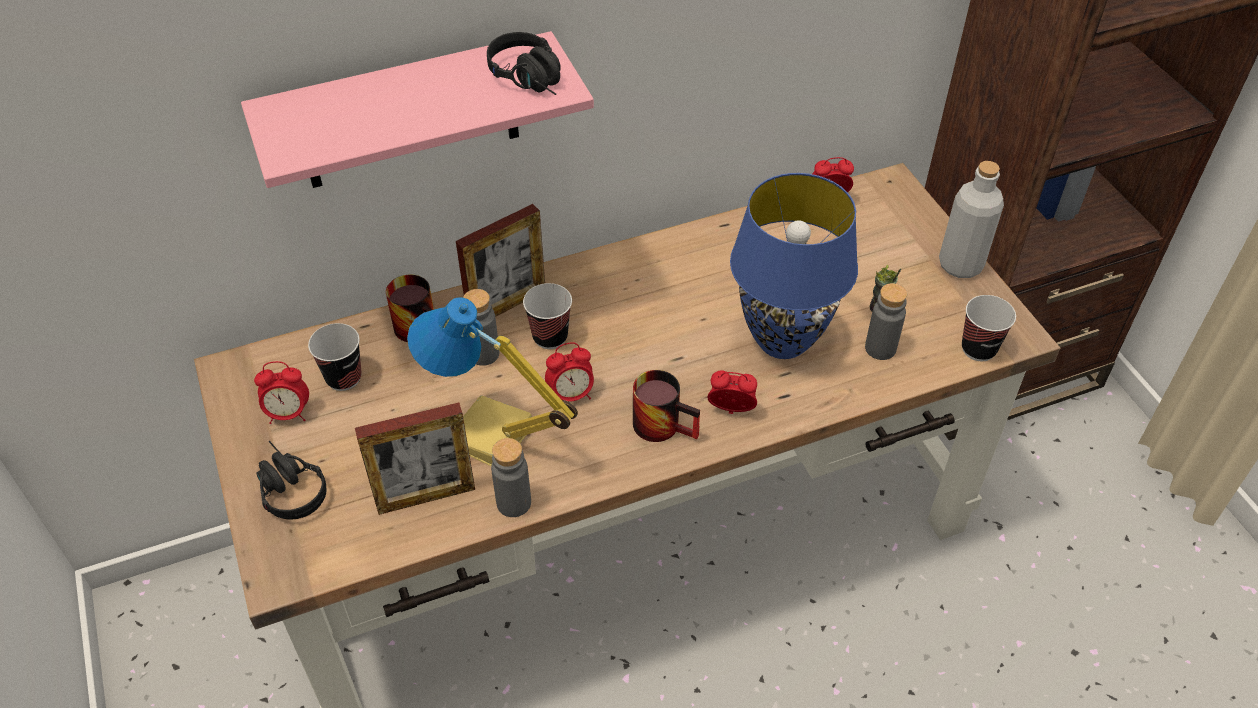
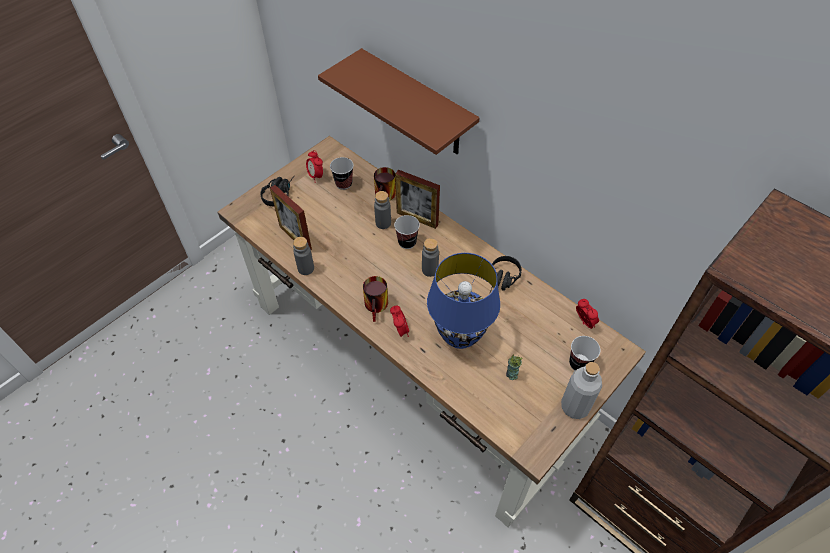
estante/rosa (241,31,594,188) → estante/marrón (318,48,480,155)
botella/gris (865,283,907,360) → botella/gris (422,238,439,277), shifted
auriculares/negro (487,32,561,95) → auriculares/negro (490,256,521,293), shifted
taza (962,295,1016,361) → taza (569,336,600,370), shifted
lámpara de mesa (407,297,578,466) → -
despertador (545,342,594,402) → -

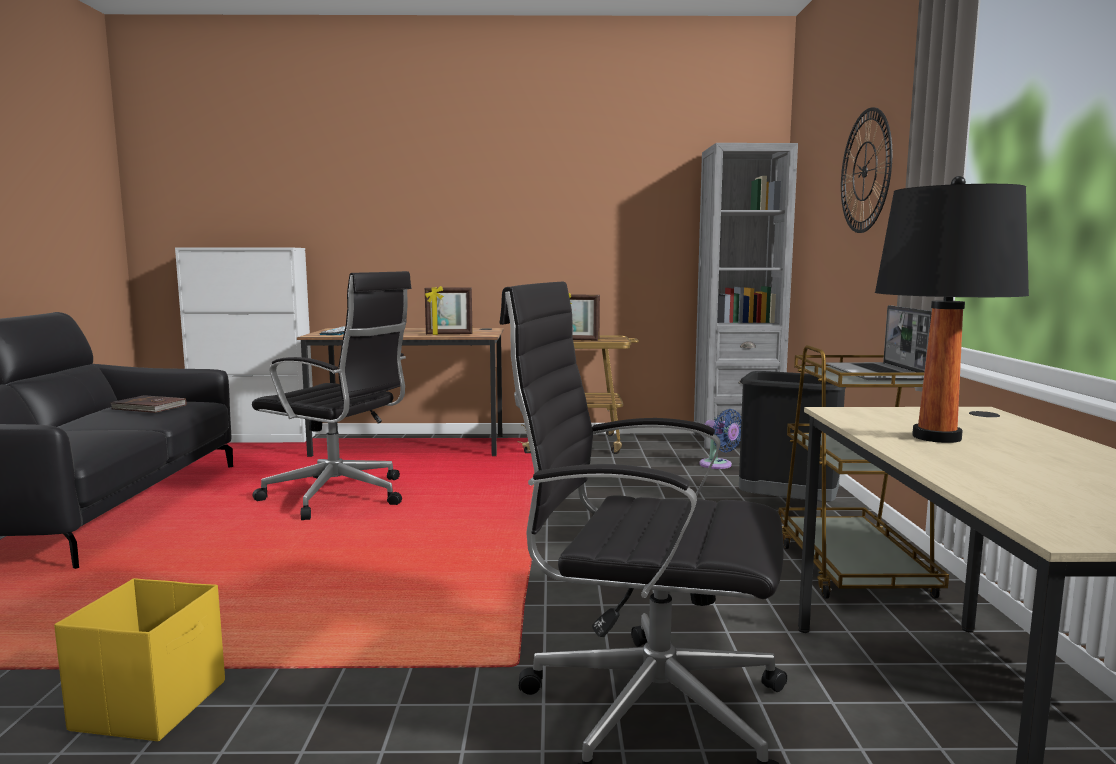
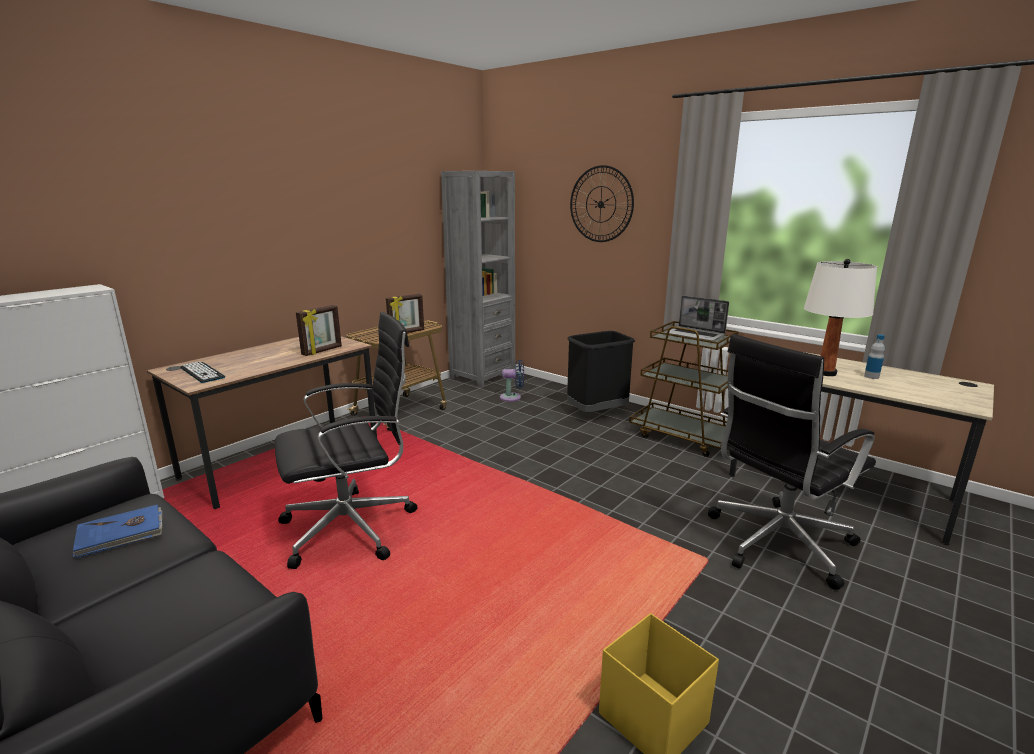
libro/marrón (111,395,186,413) → libro/azul (73,504,162,559)
lámpara de mesa/negro (875,176,1029,443) → lámpara de mesa/blanco (804,259,877,376)
- → botella (864,334,885,379)

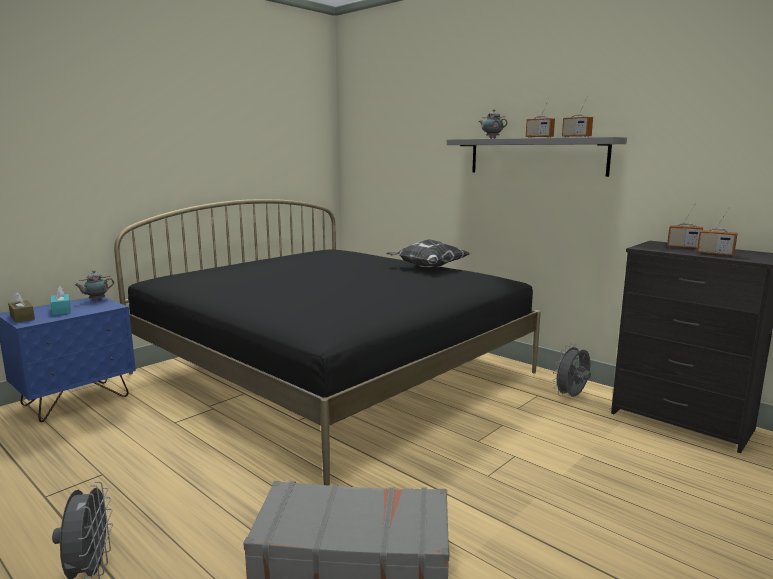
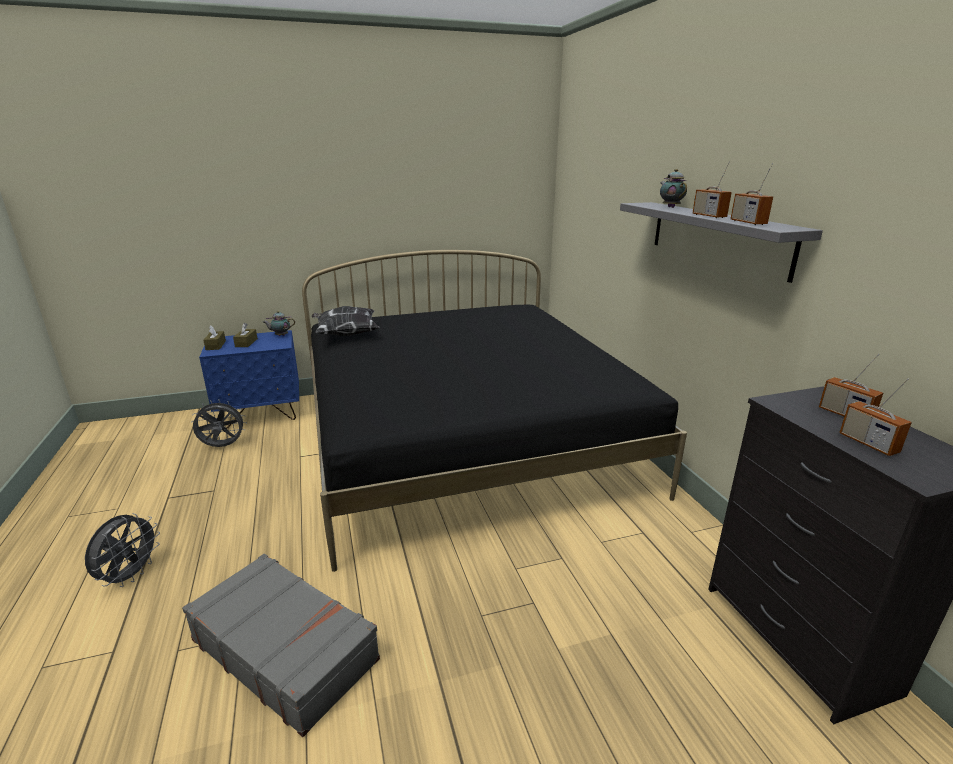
ventilador/gris (552,343,591,397) → ventilador/gris (191,399,247,447), shifted
caja de pañuelos/turquesa (50,285,71,315) → caja de pañuelos/marrón (233,323,258,347)
cojín (386,239,470,268) → cojín (312,306,379,336), shifted

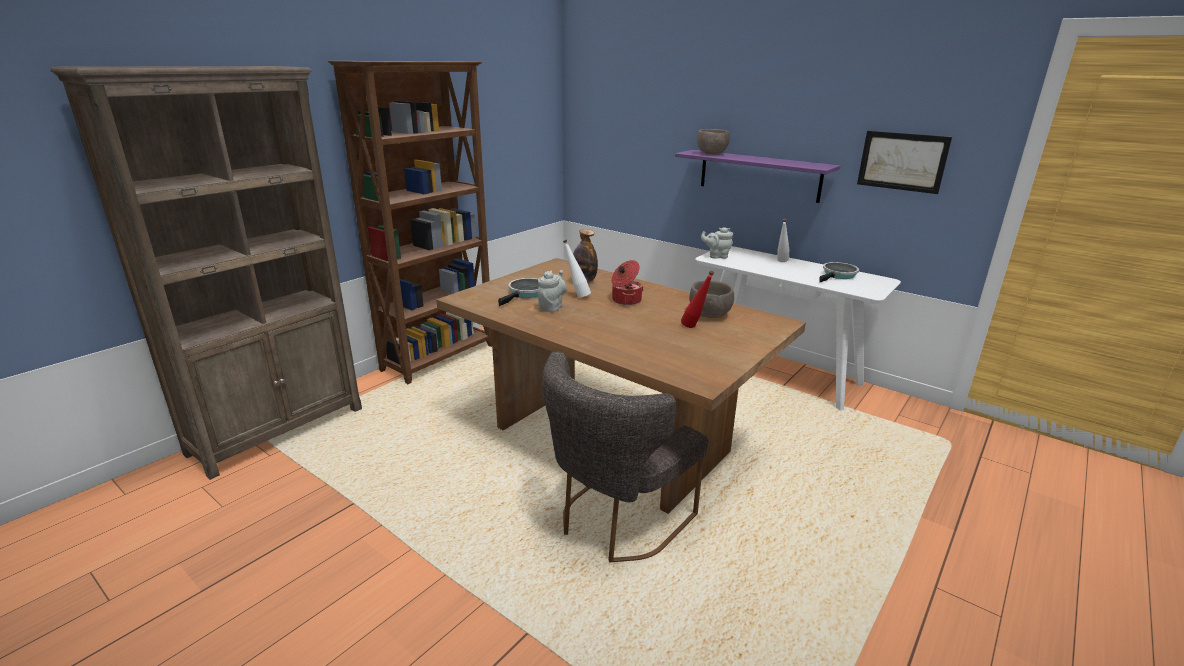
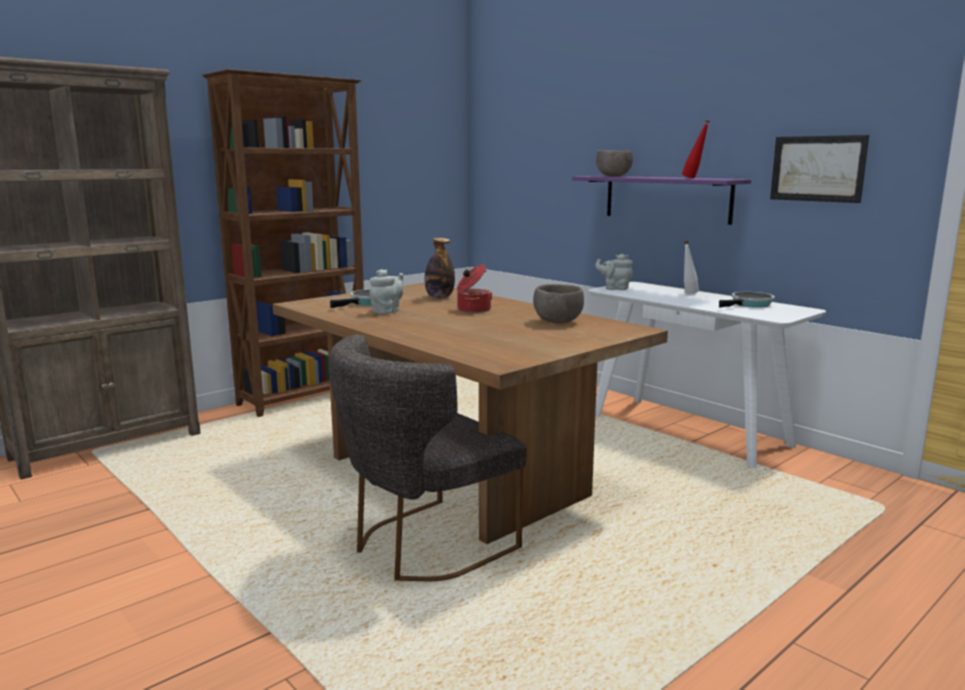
botella/rojo (681,271,714,328) → botella/rojo (682,119,710,178), shifted
botella/blanco (563,240,591,298) → -

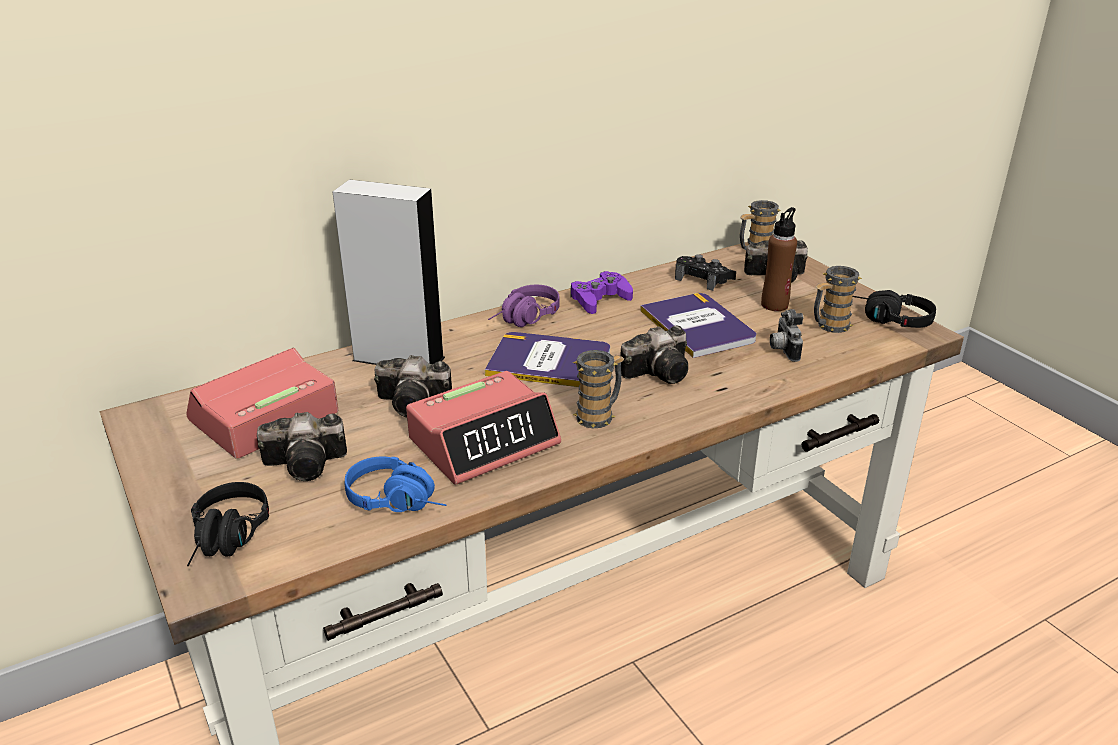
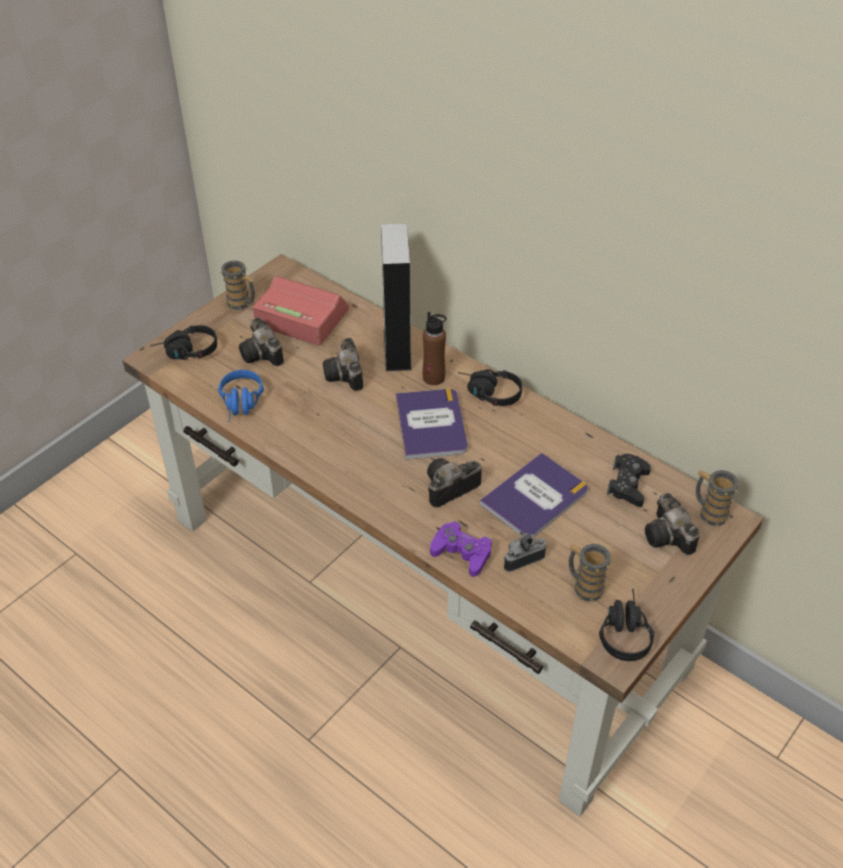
taza grande (573,350,624,428) → taza grande (219,261,255,310), shifted
botella/marrón (761,207,797,311) → botella/marrón (423,312,447,385), shifted
cámara (621,326,688,384) → cámara (427,458,482,508), 105 degrees clockwise
mando de consola/morado (571,271,633,314) → mando de consola/morado (430,521,492,577), shifted
auriculares/morado (488,285,560,327) → auriculares/negro (458,369,522,406)
despertador (406,371,561,485) → -

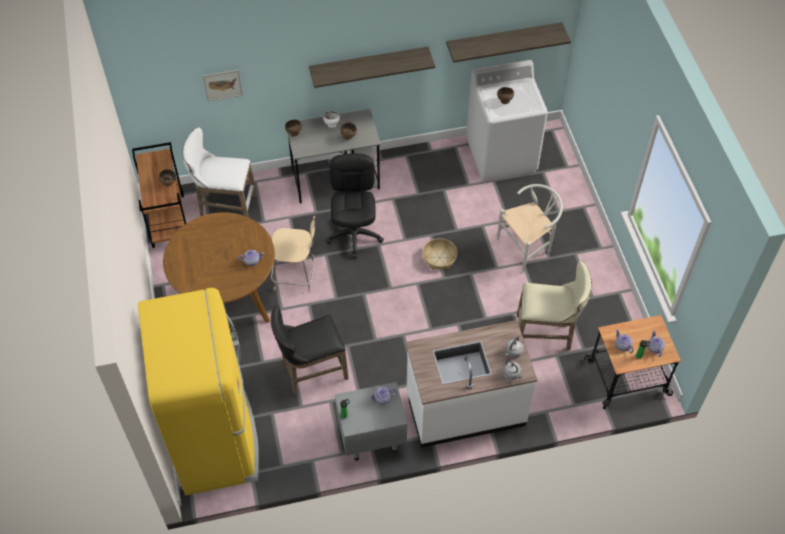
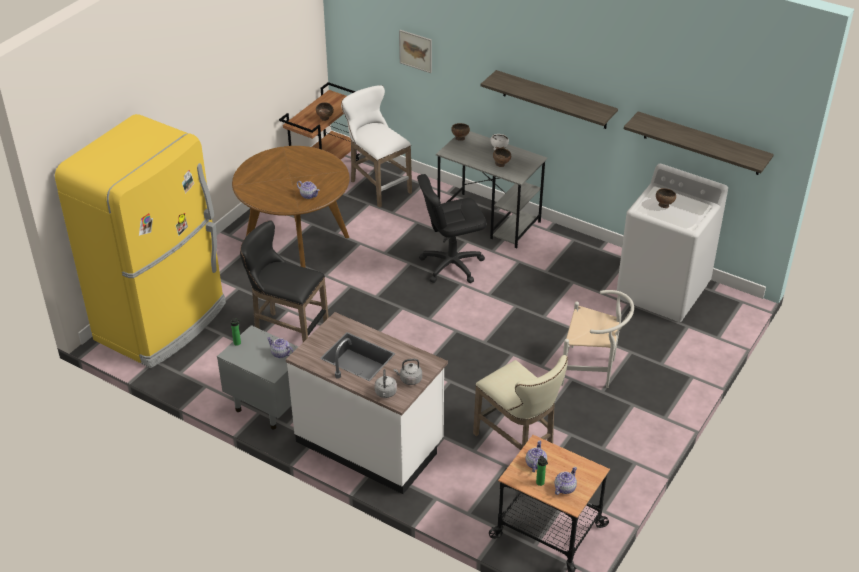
silla de oficina/negro (325,153,384,259) → silla de oficina/negro (417,174,487,283), 150 degrees counterclockwise
silla/beis (271,215,315,292) → -
cesta (423,238,458,269) → -

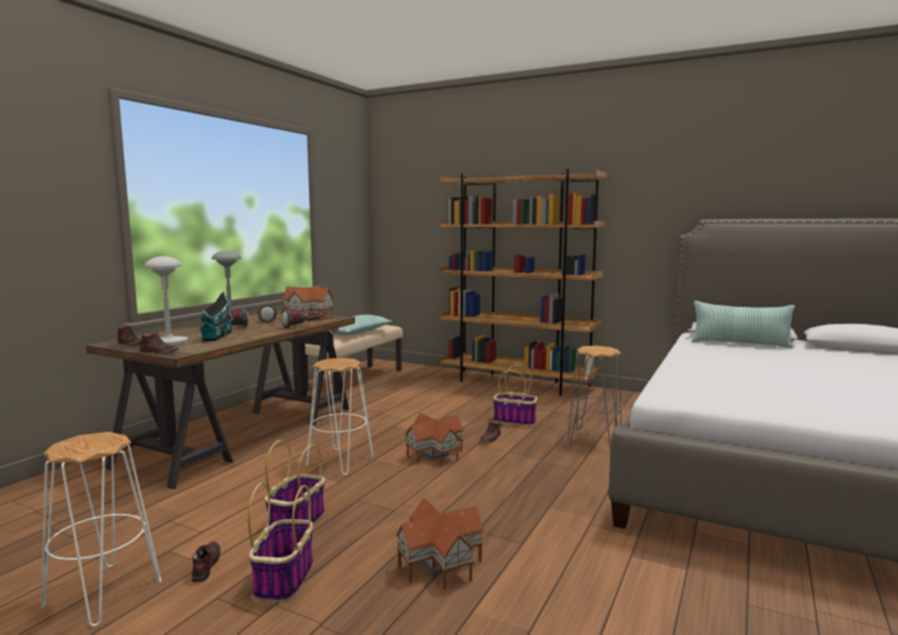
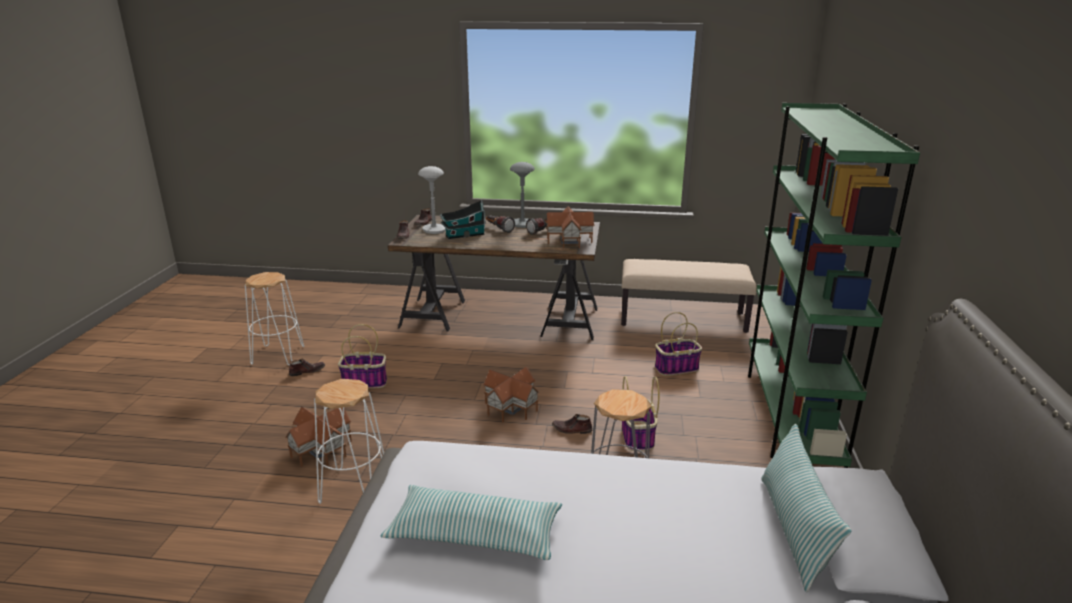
taburete/blanco (306,358,374,475) → taburete/blanco (314,379,384,504), shifted
cojín (336,315,392,335) → cojín (381,485,562,560), shifted
cesta (248,483,313,602) → cesta (655,312,702,376), shifted
estantería/marrón (439,169,607,396) → estantería/verde (748,103,920,468)
linterna (281,309,323,328) → -

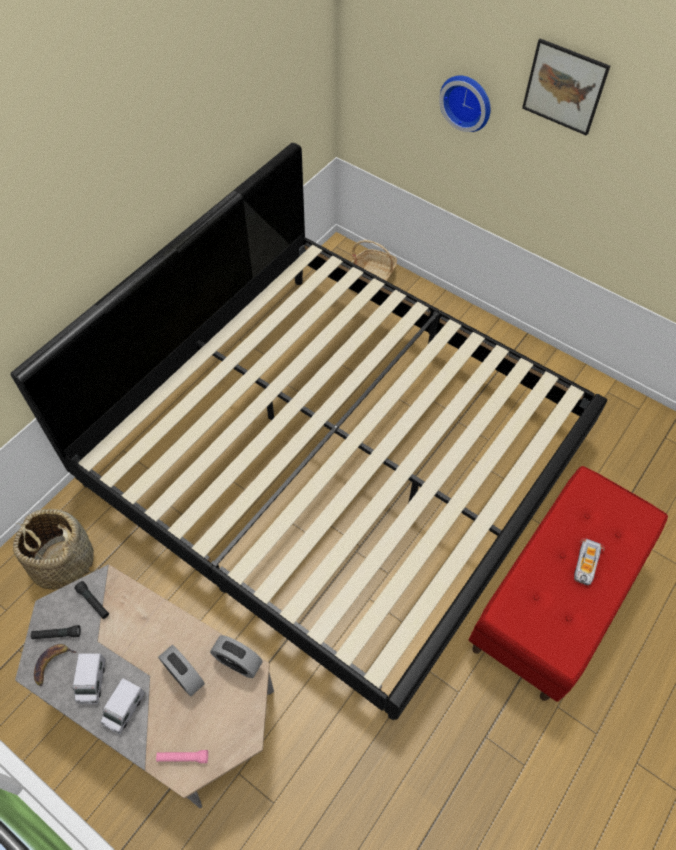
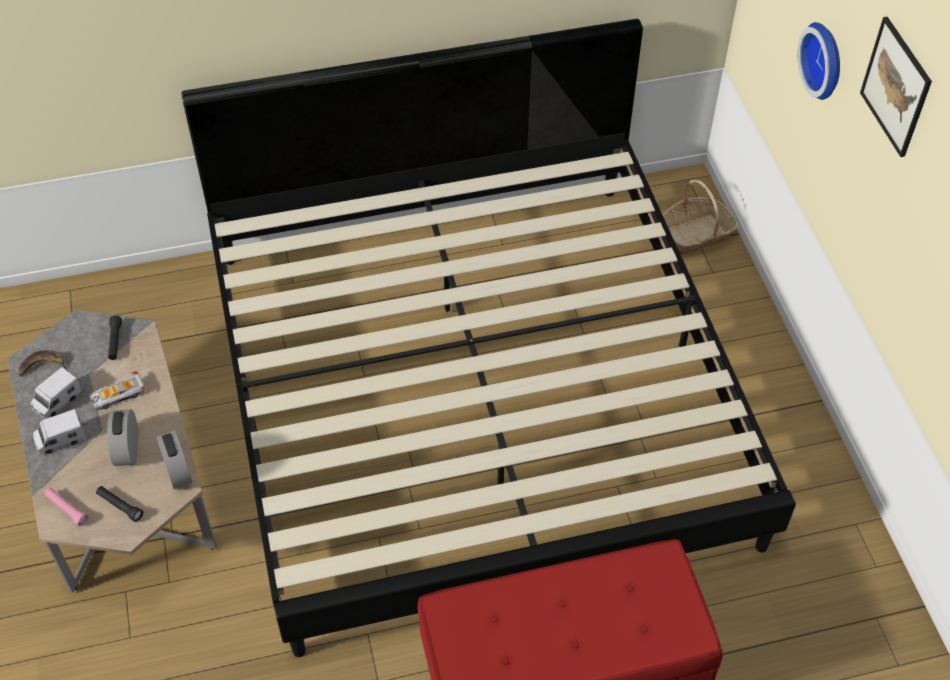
coche de juguete (574,538,605,585) → coche de juguete (90,371,145,410), shifted
linterna/negro (31,625,81,639) → linterna/negro (96,486,143,522), shifted
cesta (13,509,94,590) → -

